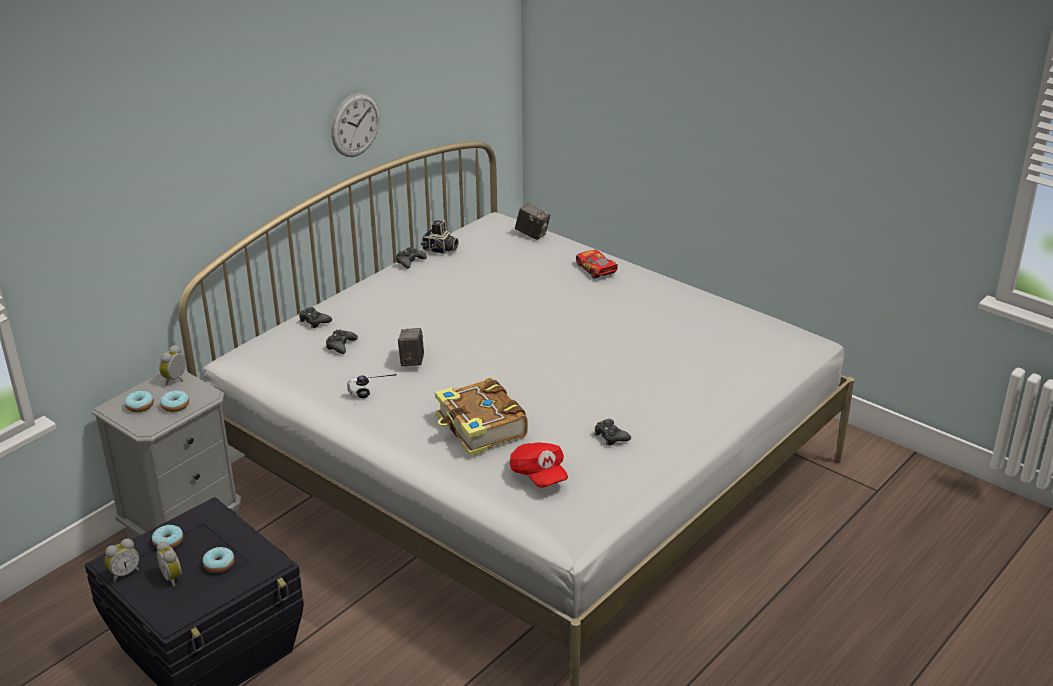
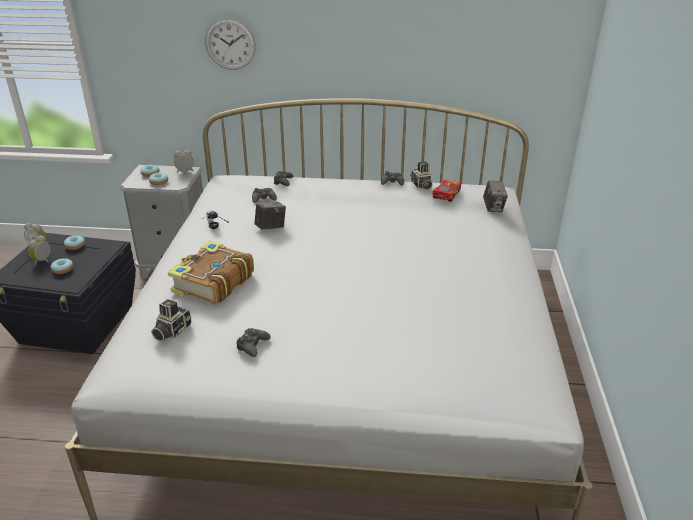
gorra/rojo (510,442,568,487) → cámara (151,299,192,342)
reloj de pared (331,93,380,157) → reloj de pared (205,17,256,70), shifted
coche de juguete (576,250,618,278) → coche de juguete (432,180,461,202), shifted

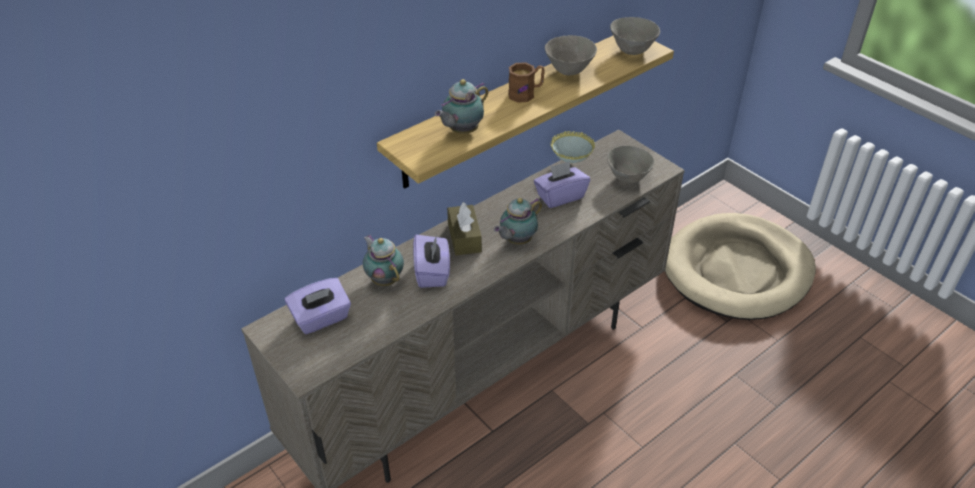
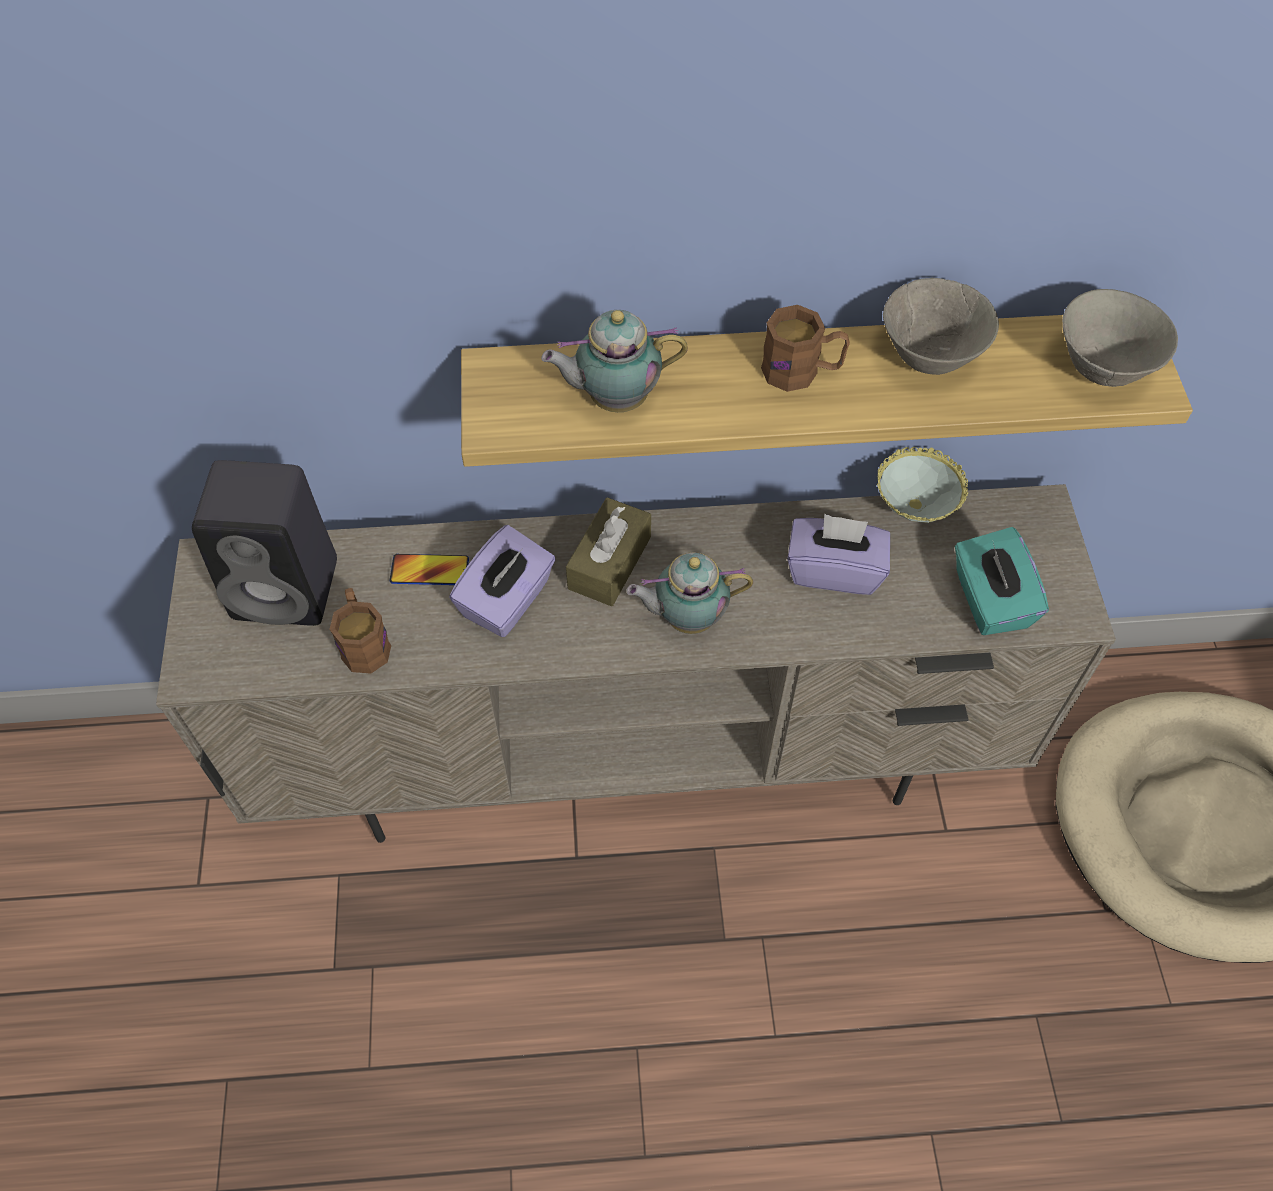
caja de pañuelos/morado (285,278,351,334) → altavoz/negro (192,460,337,626)
- → taza grande/marrón (329,588,391,674)
tetera (363,234,404,286) → móvil (390,554,469,585)
cuenco/gris (607,146,655,184) → caja de pañuelos/turquesa (955,527,1049,635)

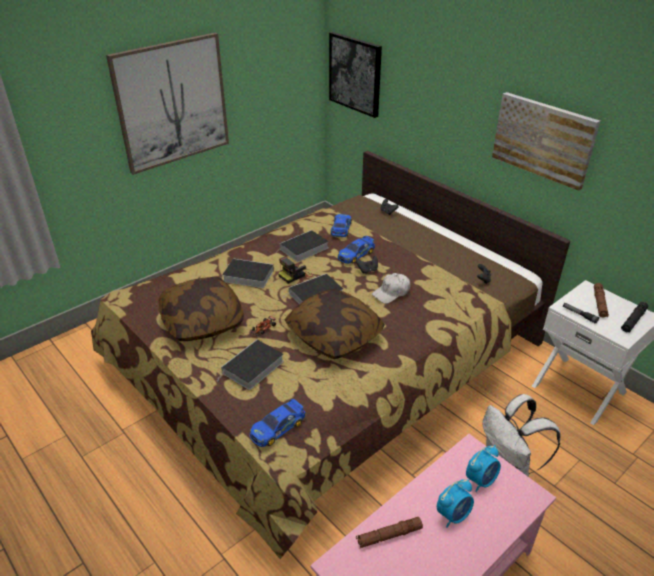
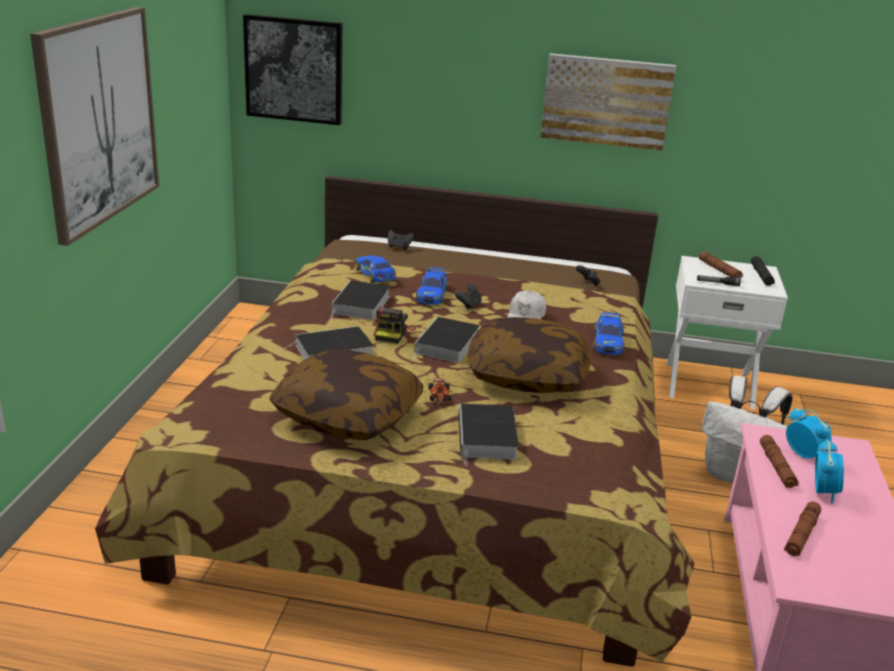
coche de juguete (249,399,306,447) → coche de juguete (593,312,624,355), shifted
- → linterna/marrón (760,435,799,488)
despertador (466,445,501,492) → despertador (786,408,831,459), 45 degrees counterclockwise

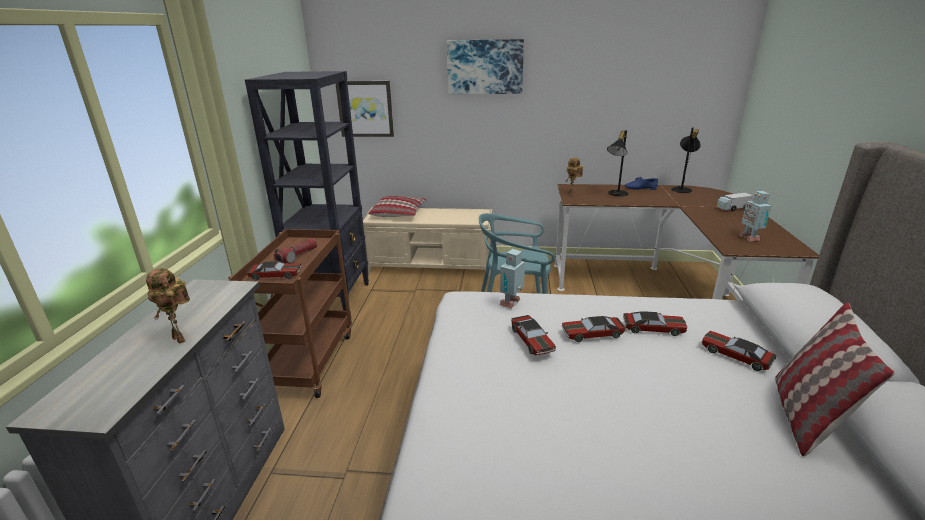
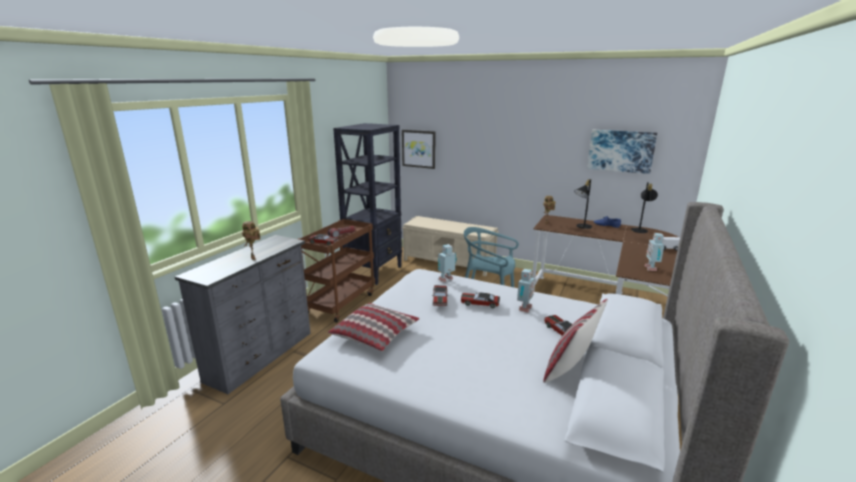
cojín (368,196,427,217) → cojín (328,303,419,351), shifted
coche de juguete (623,311,687,336) → robot de juguete (517,269,534,313)
cuadro (447,39,524,94) → cuadro (587,130,657,174), shifted

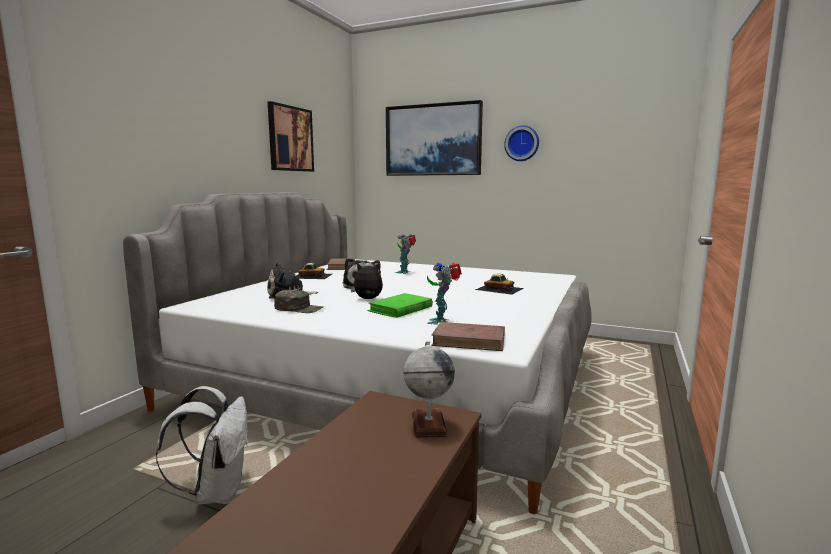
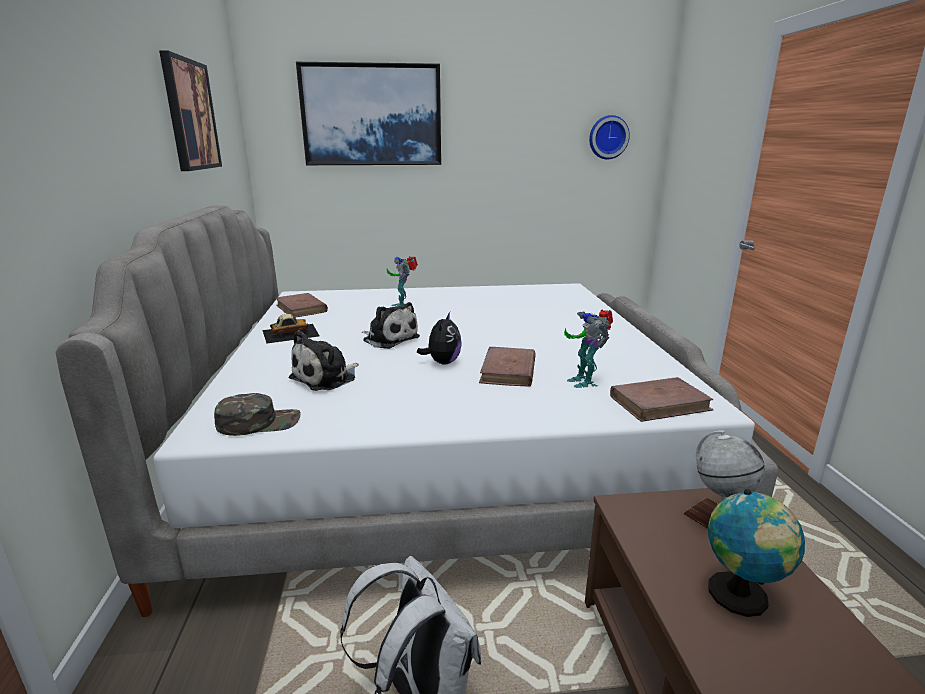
gorra/verde (274,290,324,313) → gorra/verde (214,393,301,436), shifted
peluche (350,263,383,299) → peluche (417,312,462,364), 135 degrees clockwise
libro/verde (368,293,433,318) → libro/marrón (479,347,536,387)
reloj de pared (504,125,539,161) → reloj de pared (589,115,630,160), shifted
- → globo terráqueo (708,489,805,617)
coche de juguete (475,274,524,295) → -

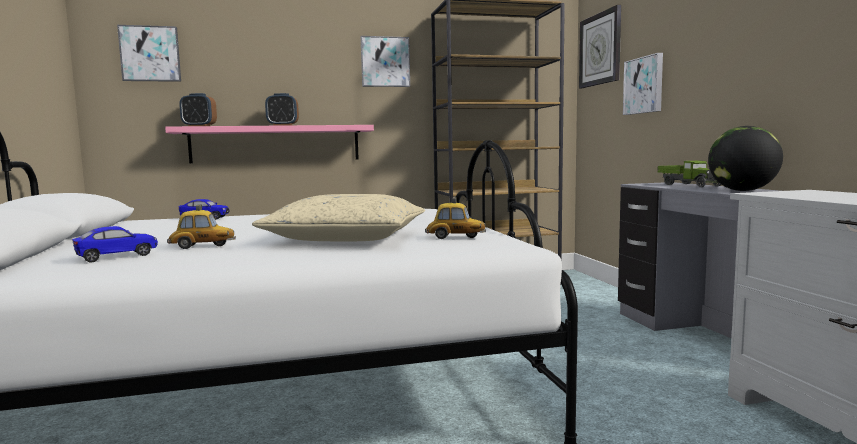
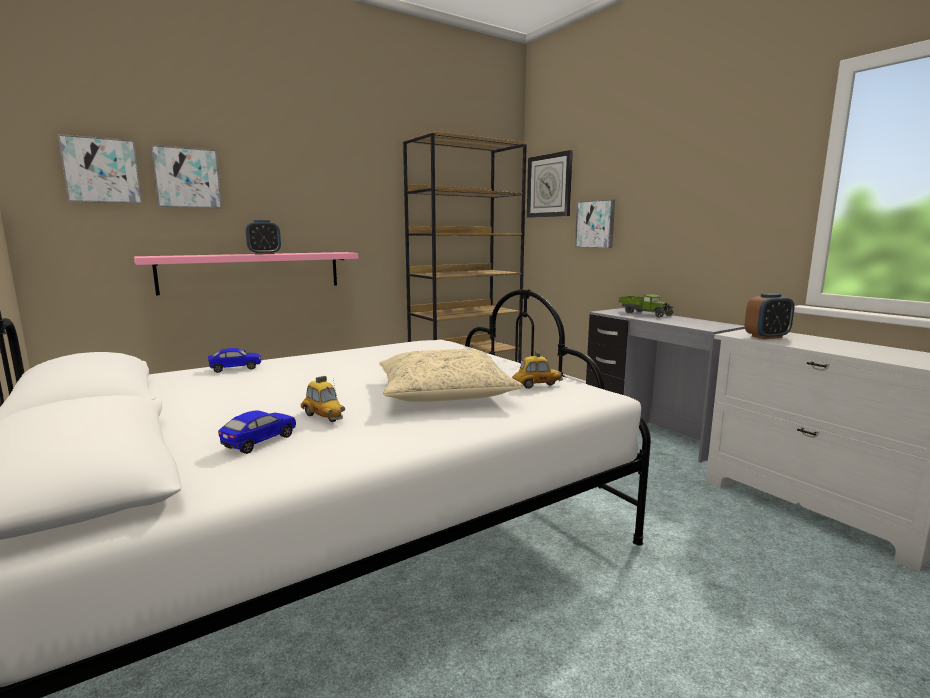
cuadro (361,36,410,87) → cuadro (151,145,222,208), shifted
coche de juguete (167,204,236,249) → coche de juguete (301,376,345,422), 75 degrees clockwise
despertador (179,93,217,126) → despertador (745,293,795,339), shifted
globo terráqueo (708,126,783,191) → -

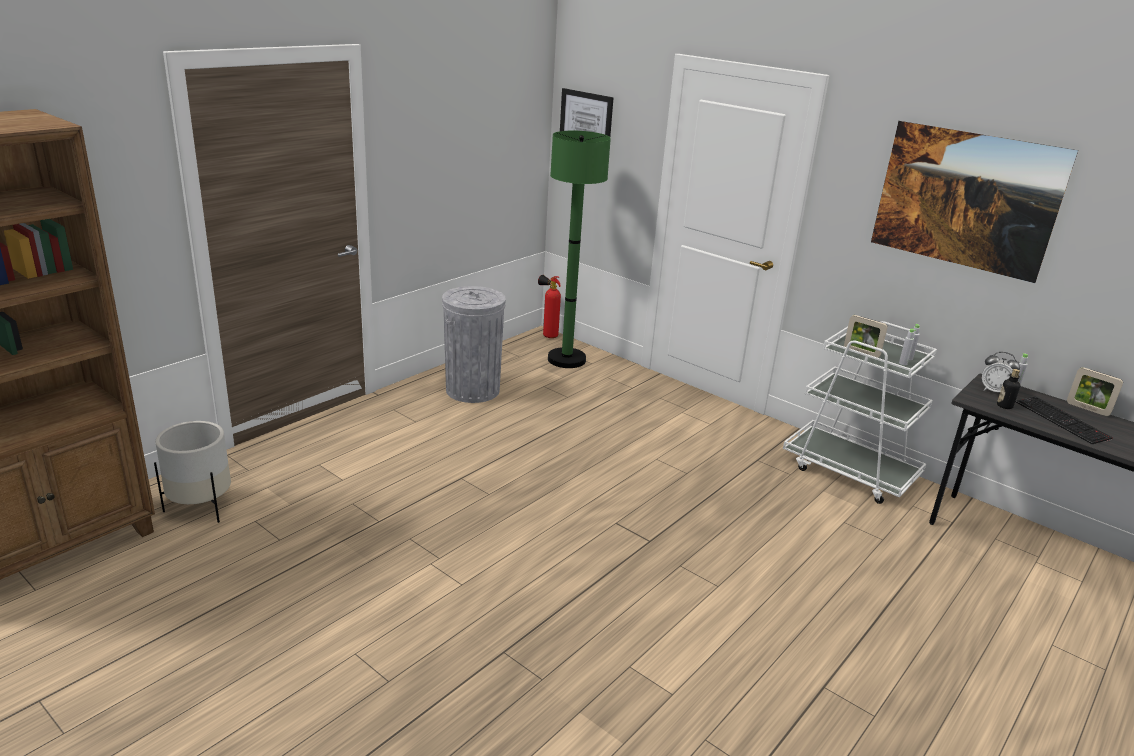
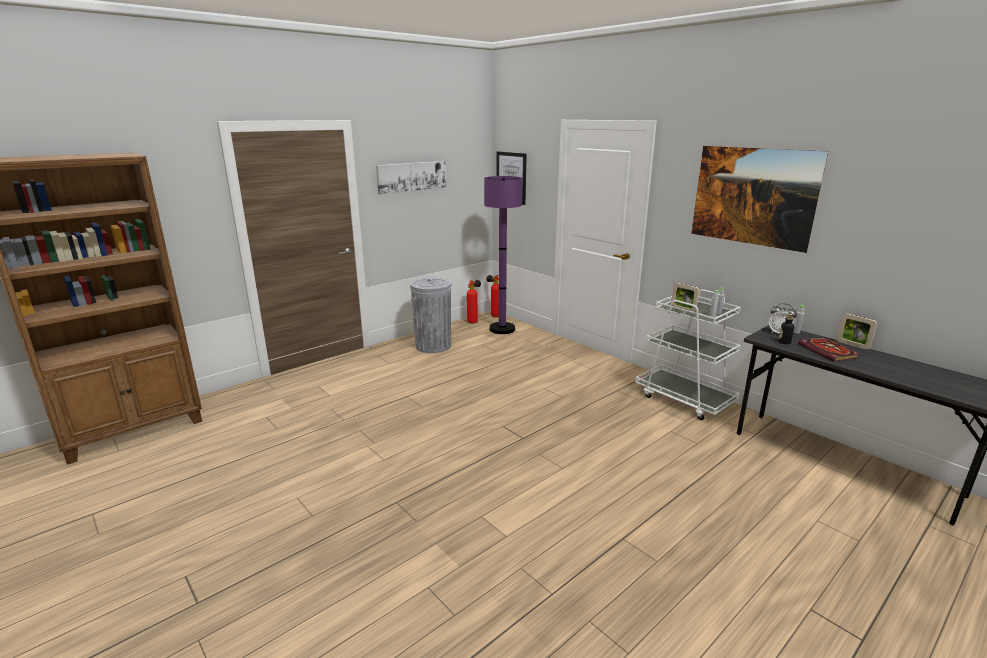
- → cuadro (376,161,446,194)
- → extintor (467,280,481,324)
lámpara de pie/verde (548,131,611,368) → lámpara de pie/morado (484,176,522,334)
teclado (1015,396,1113,444) → libro (798,337,860,361)
maceta/blanco (154,421,231,523) → -

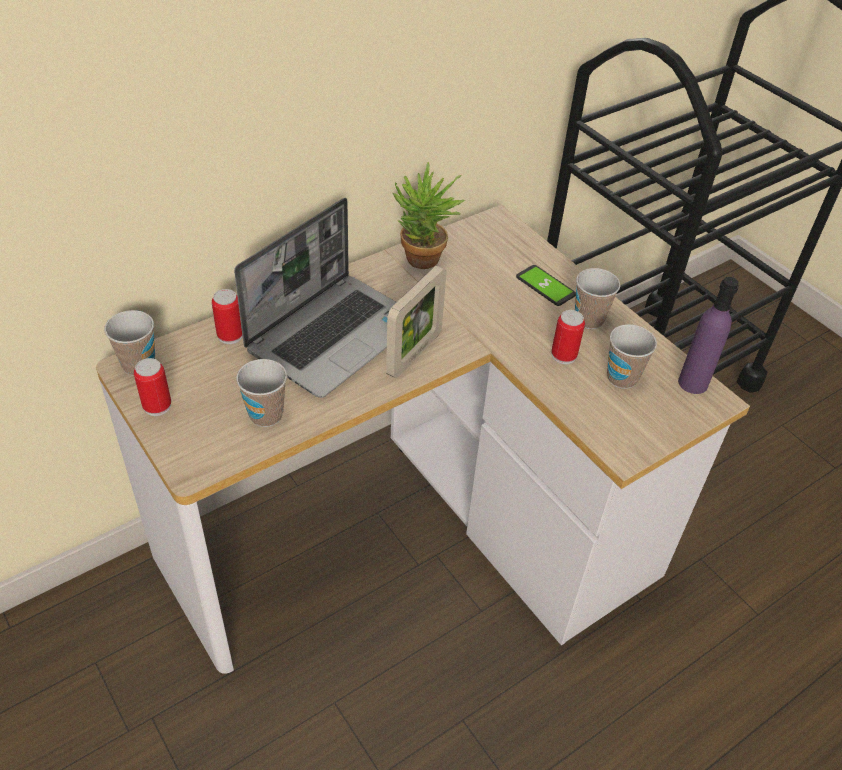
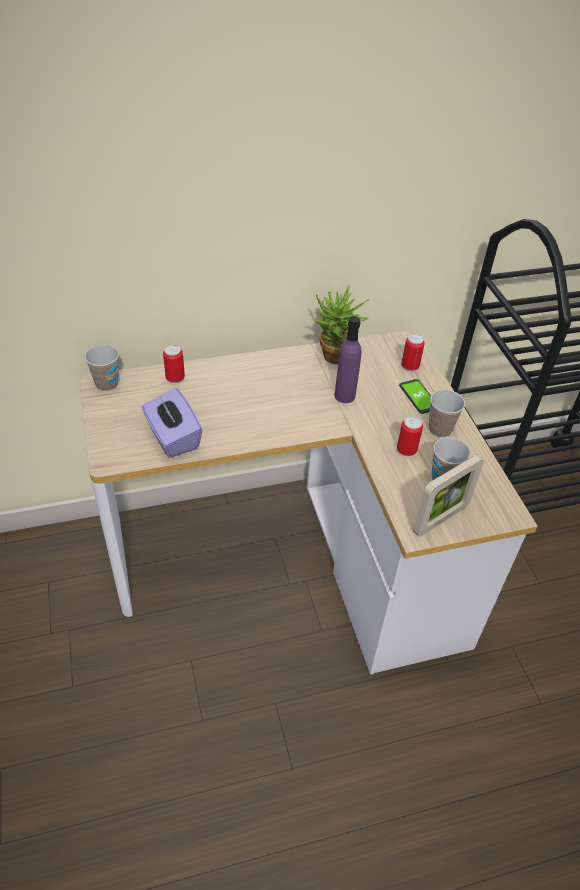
taza (236,359,287,427) → caja de pañuelos/morado (142,388,202,458)
botella/morado (678,277,739,394) → botella/morado (334,317,361,403), shifted
lata (134,358,171,416) → lata (401,334,425,373), shifted
portarretratos (386,266,446,378) → portarretratos (413,454,484,537), shifted
portátil (234,198,396,398) → -

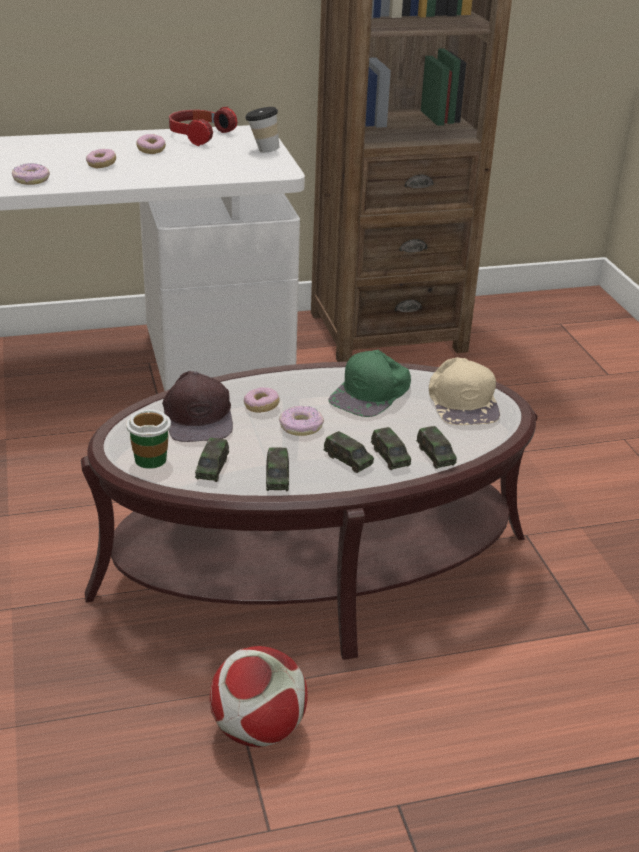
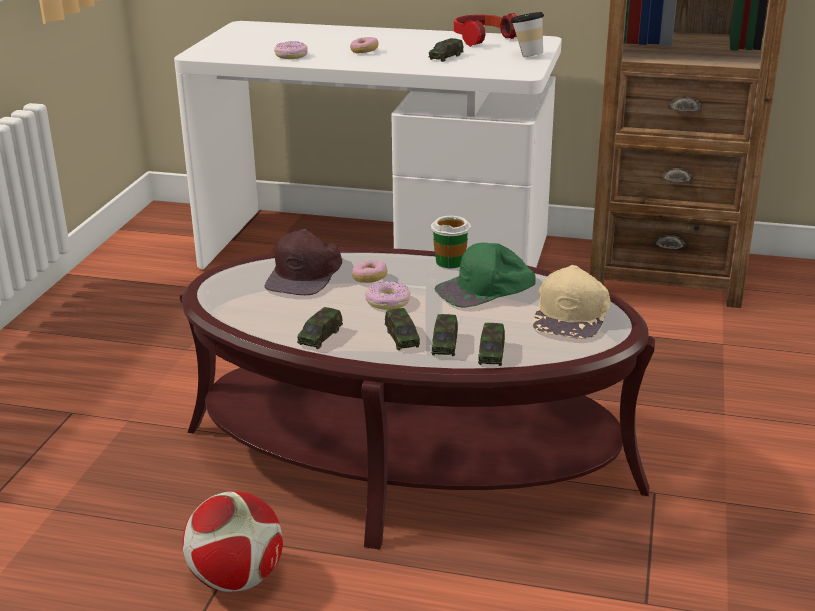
coche de juguete (195,438,229,482) → coche de juguete (429,38,464,62), shifted
taza (126,409,171,469) → taza (431,216,471,268), shifted
rosquilla (136,134,166,154) → -

